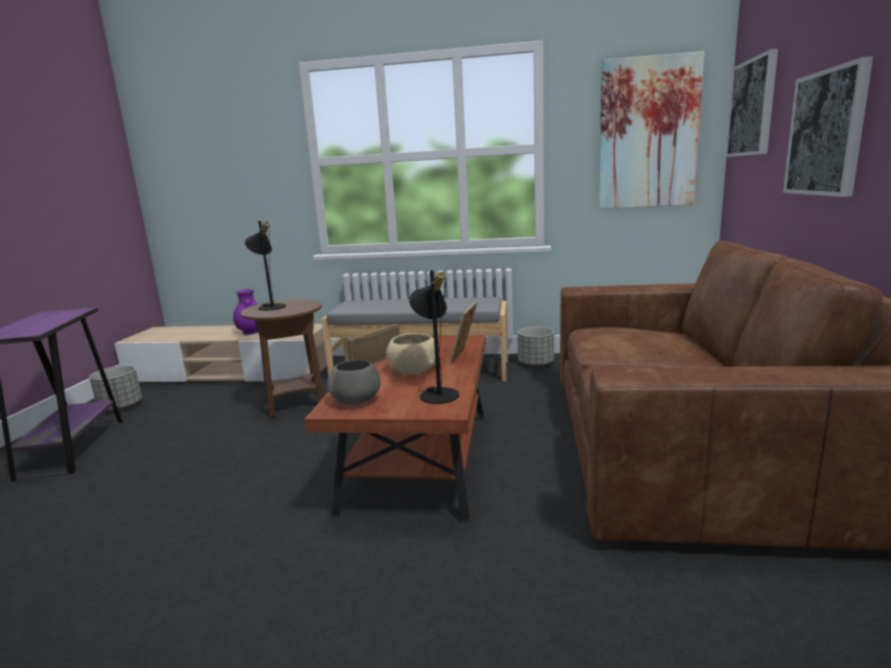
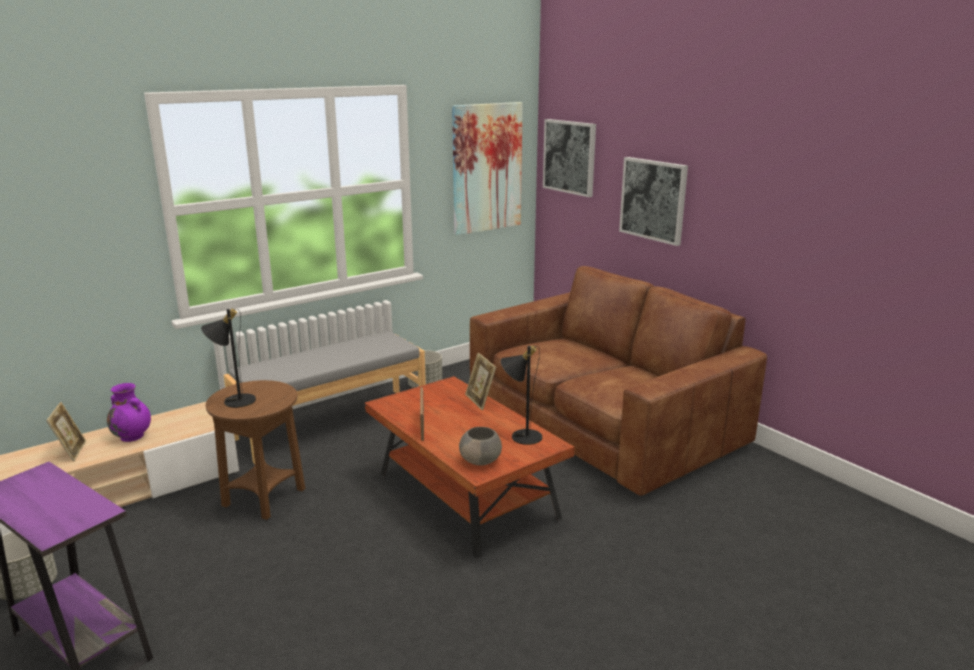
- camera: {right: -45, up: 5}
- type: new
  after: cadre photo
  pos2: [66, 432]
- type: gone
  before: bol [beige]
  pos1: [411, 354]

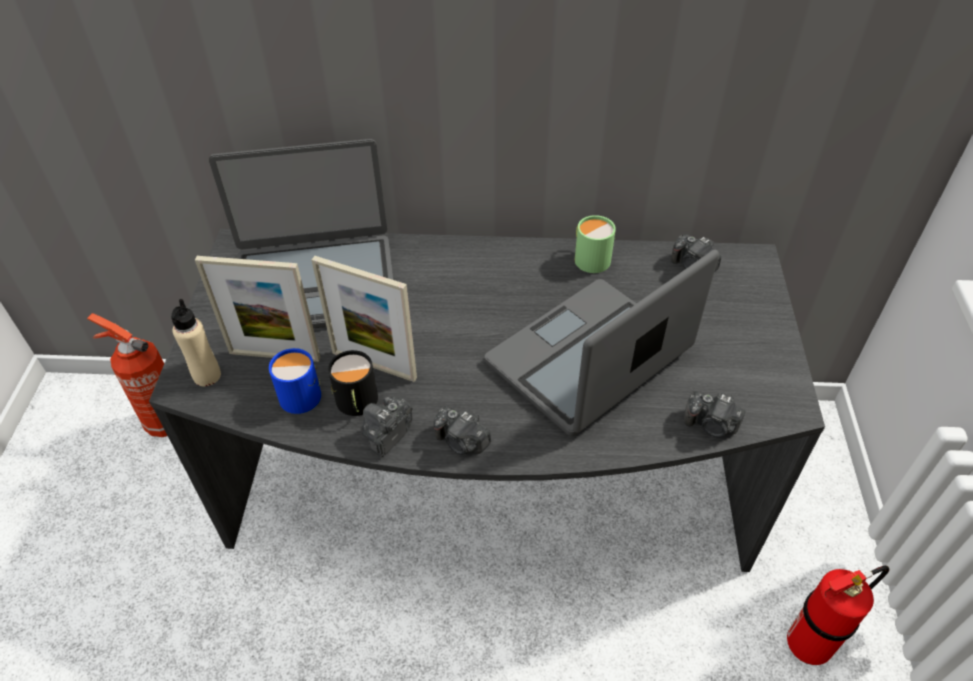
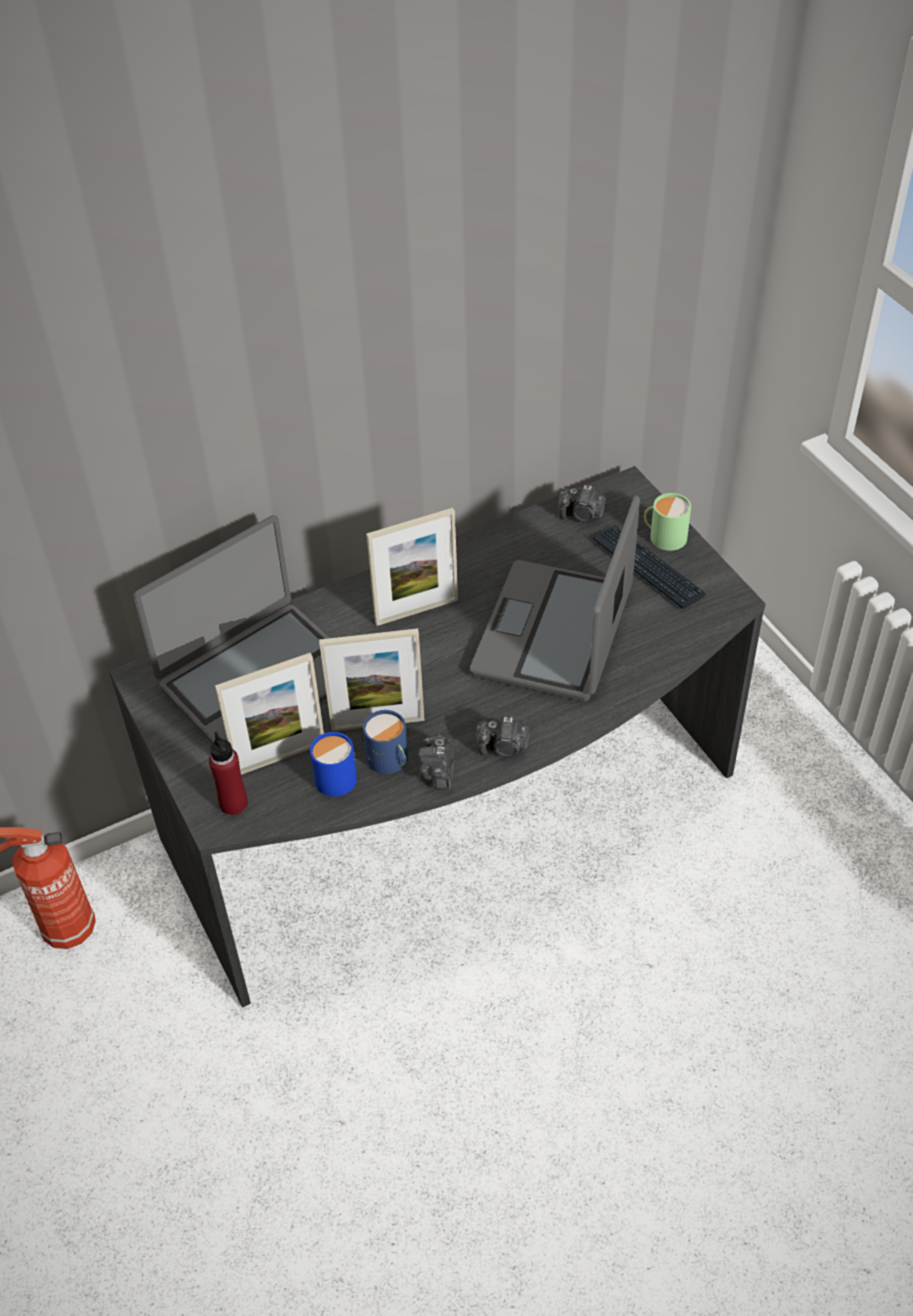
- camera: {right: -30, up: 0}
- type: repainted
  before: bouteille [beige]
  after: bouteille [rouge]
  pos1: [196, 342]
  pos2: [228, 773]
- type: repainted
  before: mug [noir]
  after: mug [bleu]
  pos1: [353, 383]
  pos2: [385, 742]
- type: new
  after: cadre photo
  pos2: [412, 567]
- type: new
  after: clavier
  pos2: [649, 567]
- type: shifted
  before: mug [vert]
  pos1: [595, 244]
  pos2: [667, 522]
- type: gone
  before: appareil photo
  pos1: [714, 414]
- type: gone
  before: extincteur
  pos1: [838, 615]

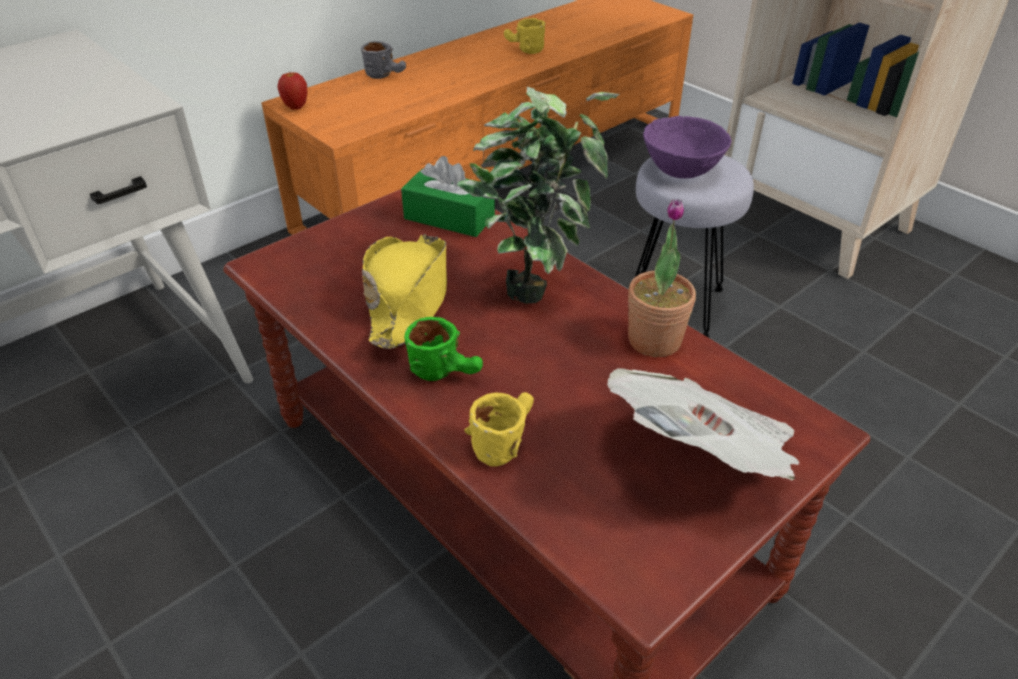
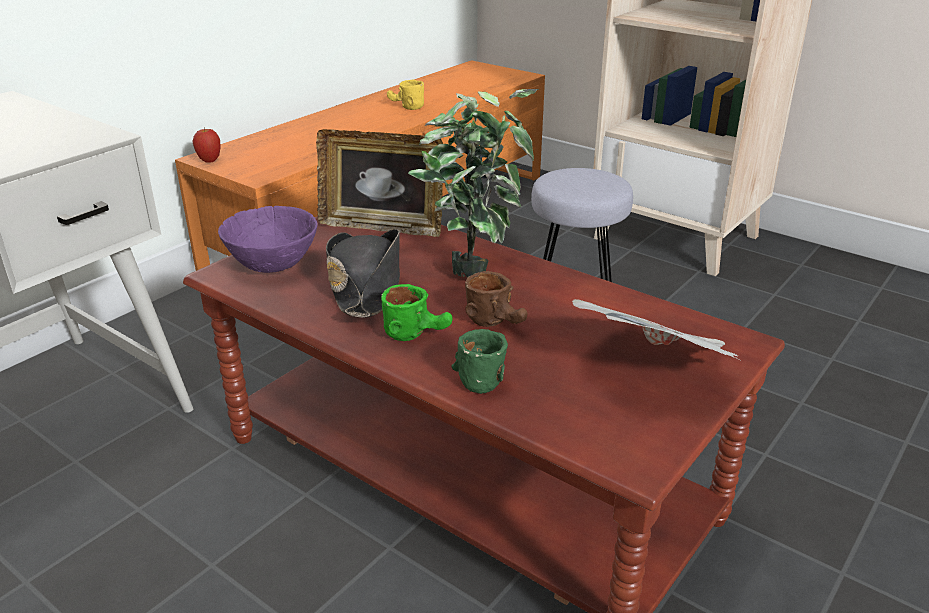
- camera: {right: -10, up: -10}
- type: shifted
  before: bol [violet]
  pos1: [687, 147]
  pos2: [267, 239]
- type: swapped
  before: boîte à mouchoirs [vert]
  after: cadre photo
  pos1: [448, 196]
  pos2: [379, 183]
- type: repainted
  before: chapeau [jaune]
  after: chapeau [noir]
  pos1: [404, 291]
  pos2: [363, 273]
- type: repainted
  before: mug [jaune]
  after: mug [vert]
  pos1: [499, 429]
  pos2: [479, 361]
- type: new
  after: mug [marron]
  pos2: [496, 299]
- type: gone
  before: mug [gris]
  pos1: [383, 60]
- type: gone
  before: plante en pot
  pos1: [662, 278]

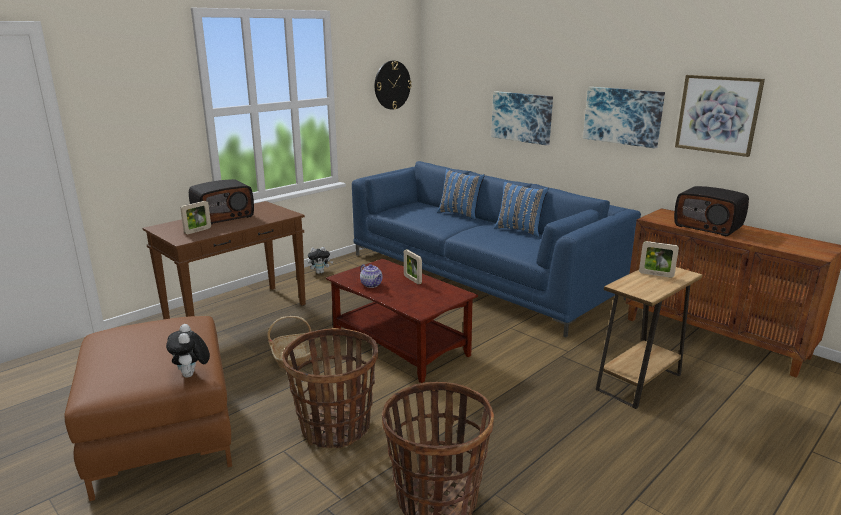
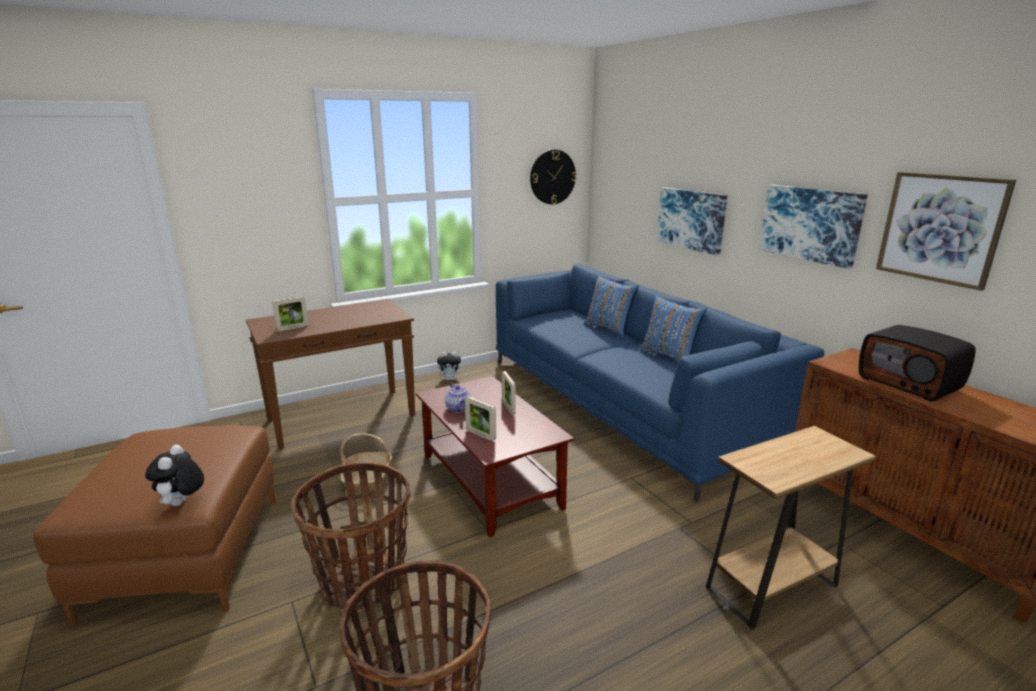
- camera: {right: 15, up: 0}
- type: shifted
  before: cadre photo
  pos1: [659, 259]
  pos2: [480, 418]
- type: gone
  before: radio
  pos1: [221, 202]

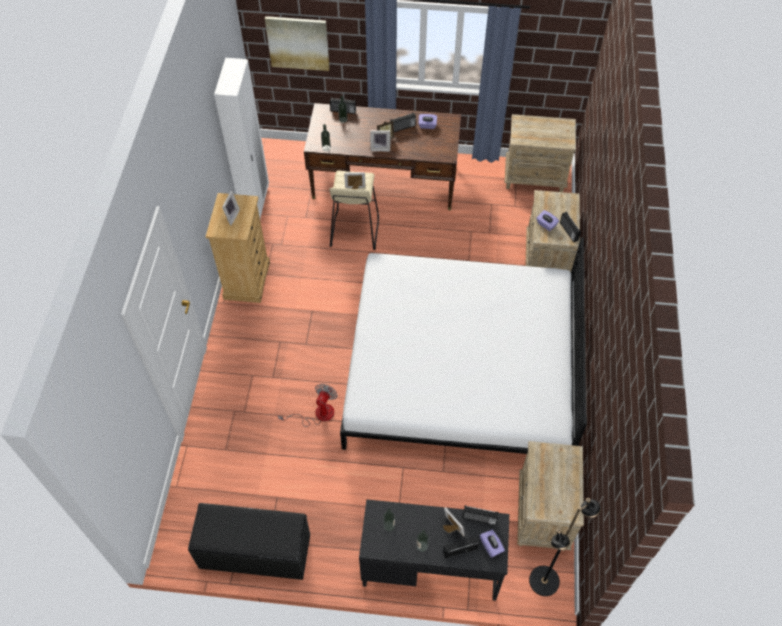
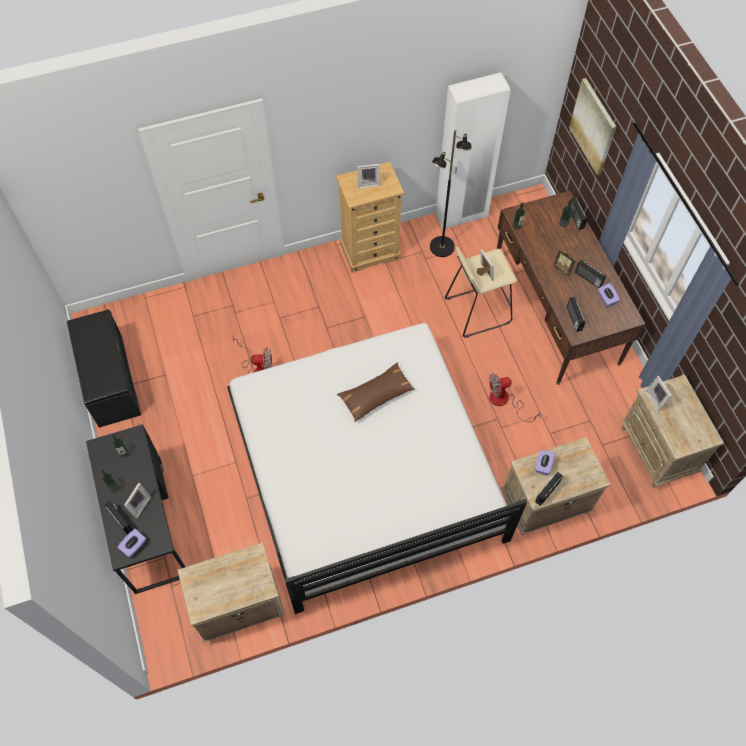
- camera: {right: 65, up: 5}
- type: new
  after: coussin [marron]
  pos2: [375, 392]
- type: shifted
  before: lampadaire [noir]
  pos1: [565, 547]
  pos2: [451, 193]
- type: new
  after: ventilateur
  pos2: [515, 397]
- type: shifted
  before: radio
  pos1: [480, 515]
  pos2: [576, 314]
- type: shifted
  before: cadre photo
  pos1: [380, 140]
  pos2: [659, 393]

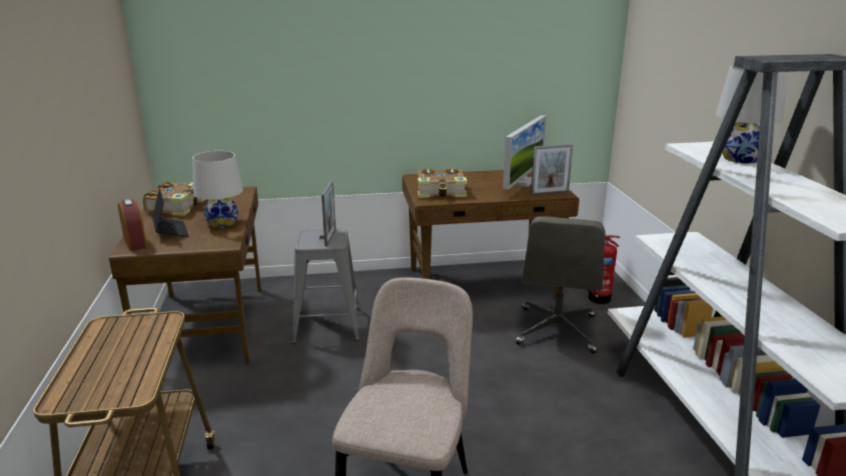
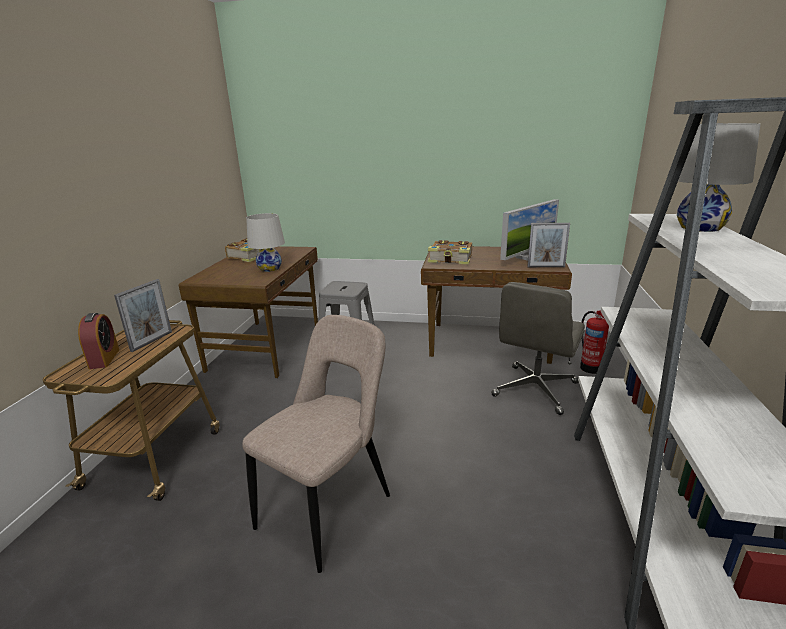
- camera: {right: 20, up: 0}
- type: shifted
  before: réveil
  pos1: [132, 224]
  pos2: [98, 341]
- type: shifted
  before: cadre photo
  pos1: [328, 213]
  pos2: [143, 315]
- type: gone
  before: ordinateur portable
  pos1: [170, 212]

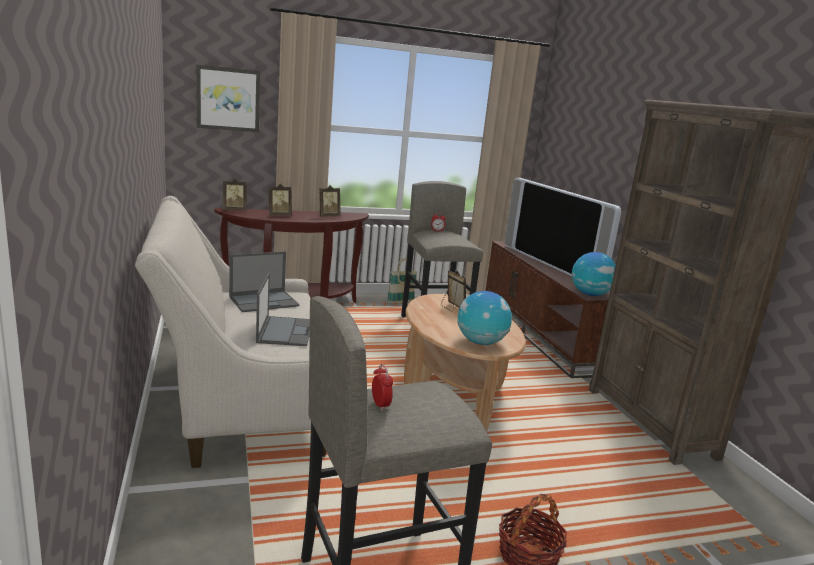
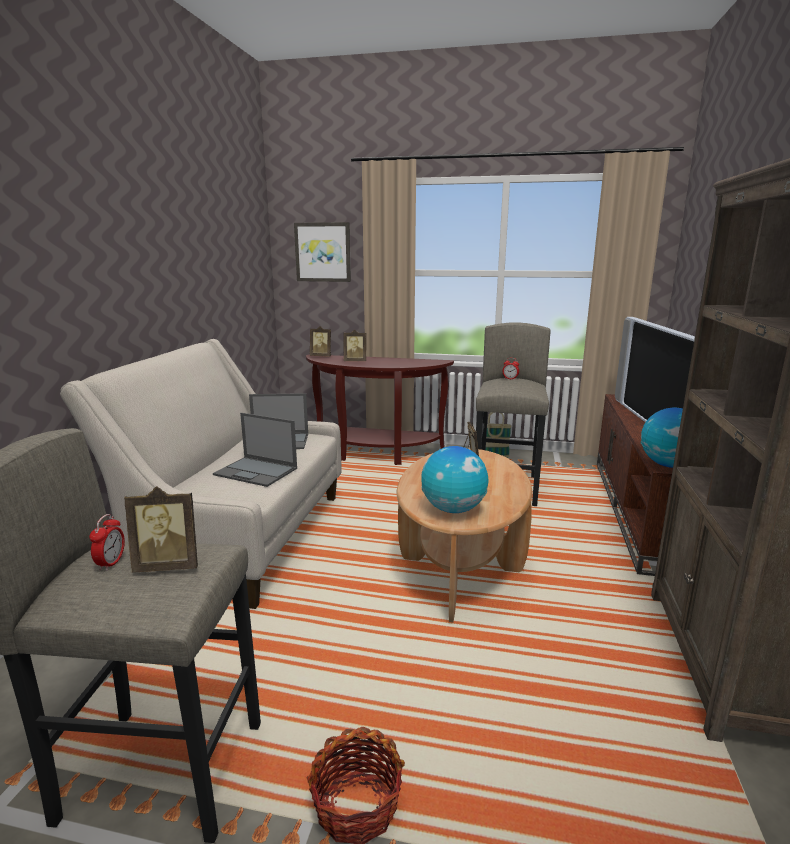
- camera: {right: 30, up: 0}
- type: shifted
  before: cadre photo
  pos1: [329, 201]
  pos2: [161, 529]
- type: rotated
  before: ordinateur portable
  pos1: [283, 309]
  pos2: [255, 450]
  turn: 90

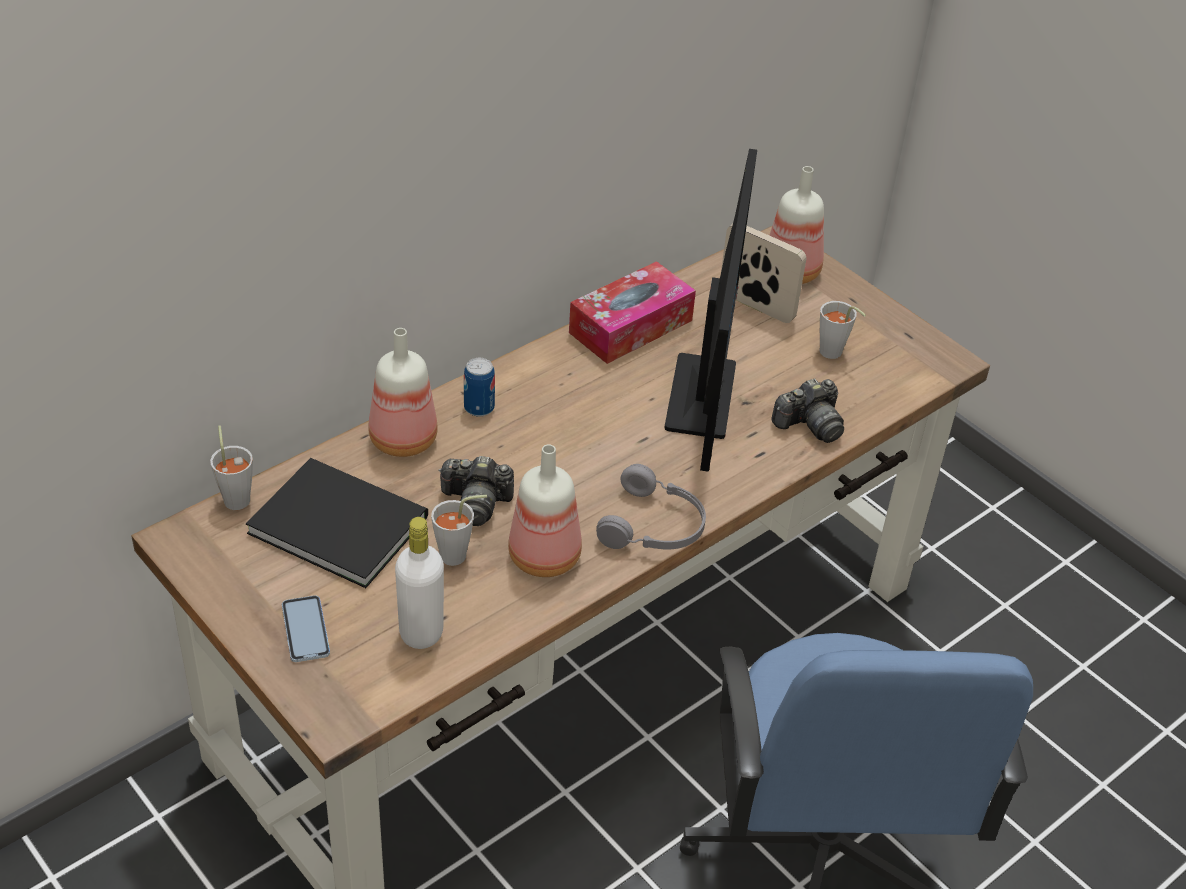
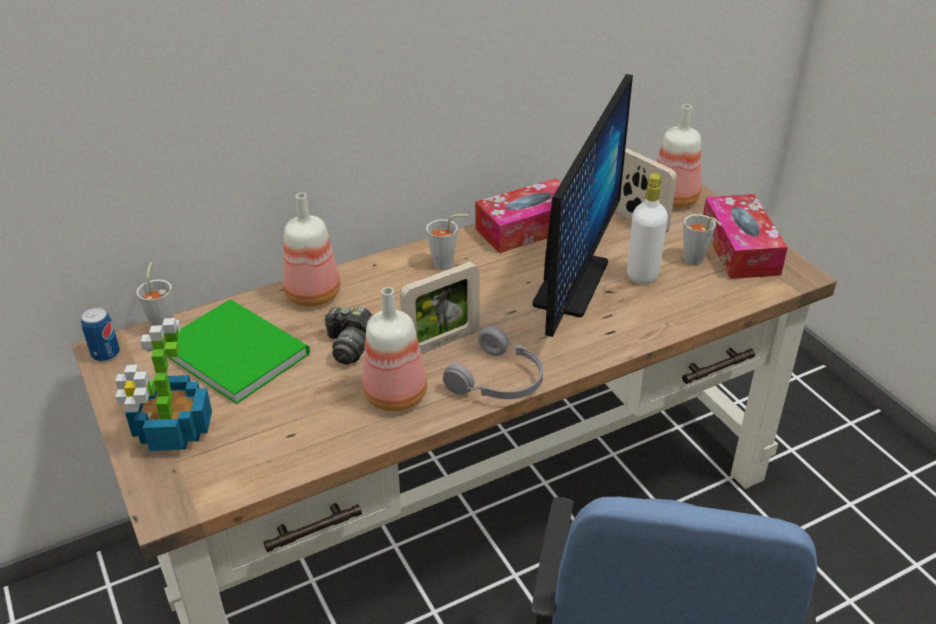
- camera: {right: 15, up: -5}
- type: shifted
  before: boîte métallique
  pos1: [479, 387]
  pos2: [100, 335]
- type: swapped
  before: téléphone
  after: plante en pot
  pos1: [306, 628]
  pos2: [163, 384]
- type: repainted
  before: livre [noir]
  after: livre [vert]
  pos1: [337, 523]
  pos2: [239, 351]
- type: new
  after: cadre photo
  pos2: [440, 308]
- type: shifted
  before: tasse [gris]
  pos1: [459, 530]
  pos2: [447, 242]
- type: shifted
  before: bouteille [blanc]
  pos1: [419, 583]
  pos2: [647, 228]
- type: new
  after: boîte à mouchoirs
  pos2: [745, 236]
- type: gone
  before: appareil photo
  pos1: [807, 410]

